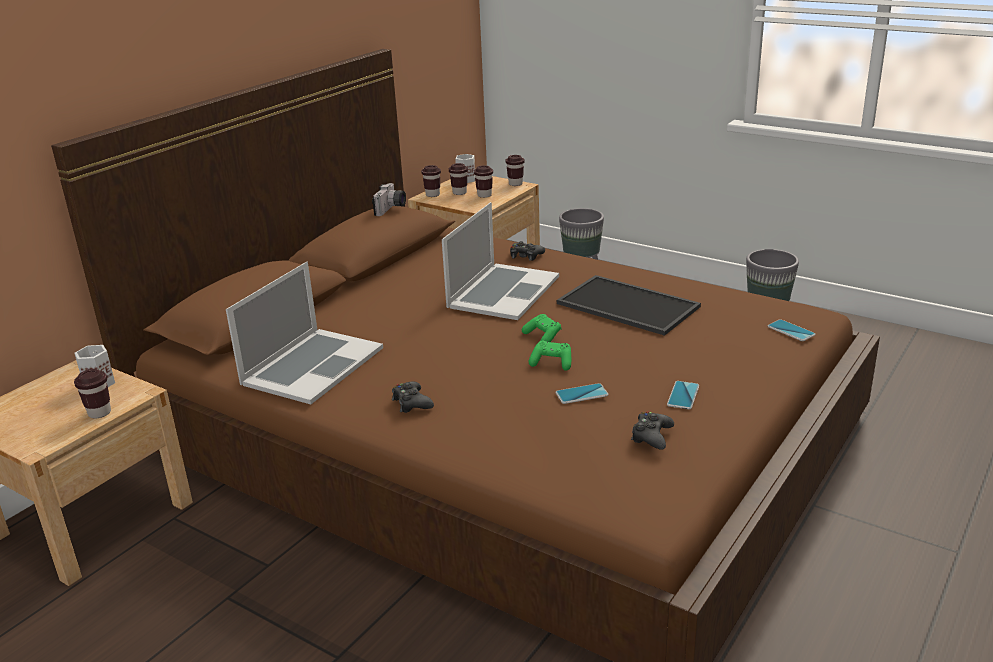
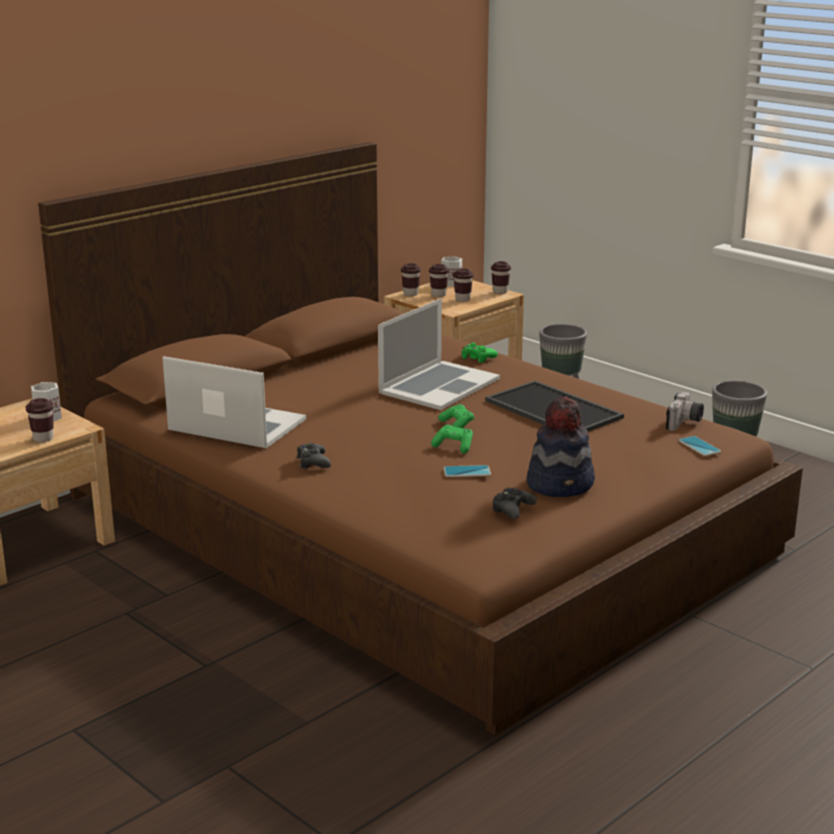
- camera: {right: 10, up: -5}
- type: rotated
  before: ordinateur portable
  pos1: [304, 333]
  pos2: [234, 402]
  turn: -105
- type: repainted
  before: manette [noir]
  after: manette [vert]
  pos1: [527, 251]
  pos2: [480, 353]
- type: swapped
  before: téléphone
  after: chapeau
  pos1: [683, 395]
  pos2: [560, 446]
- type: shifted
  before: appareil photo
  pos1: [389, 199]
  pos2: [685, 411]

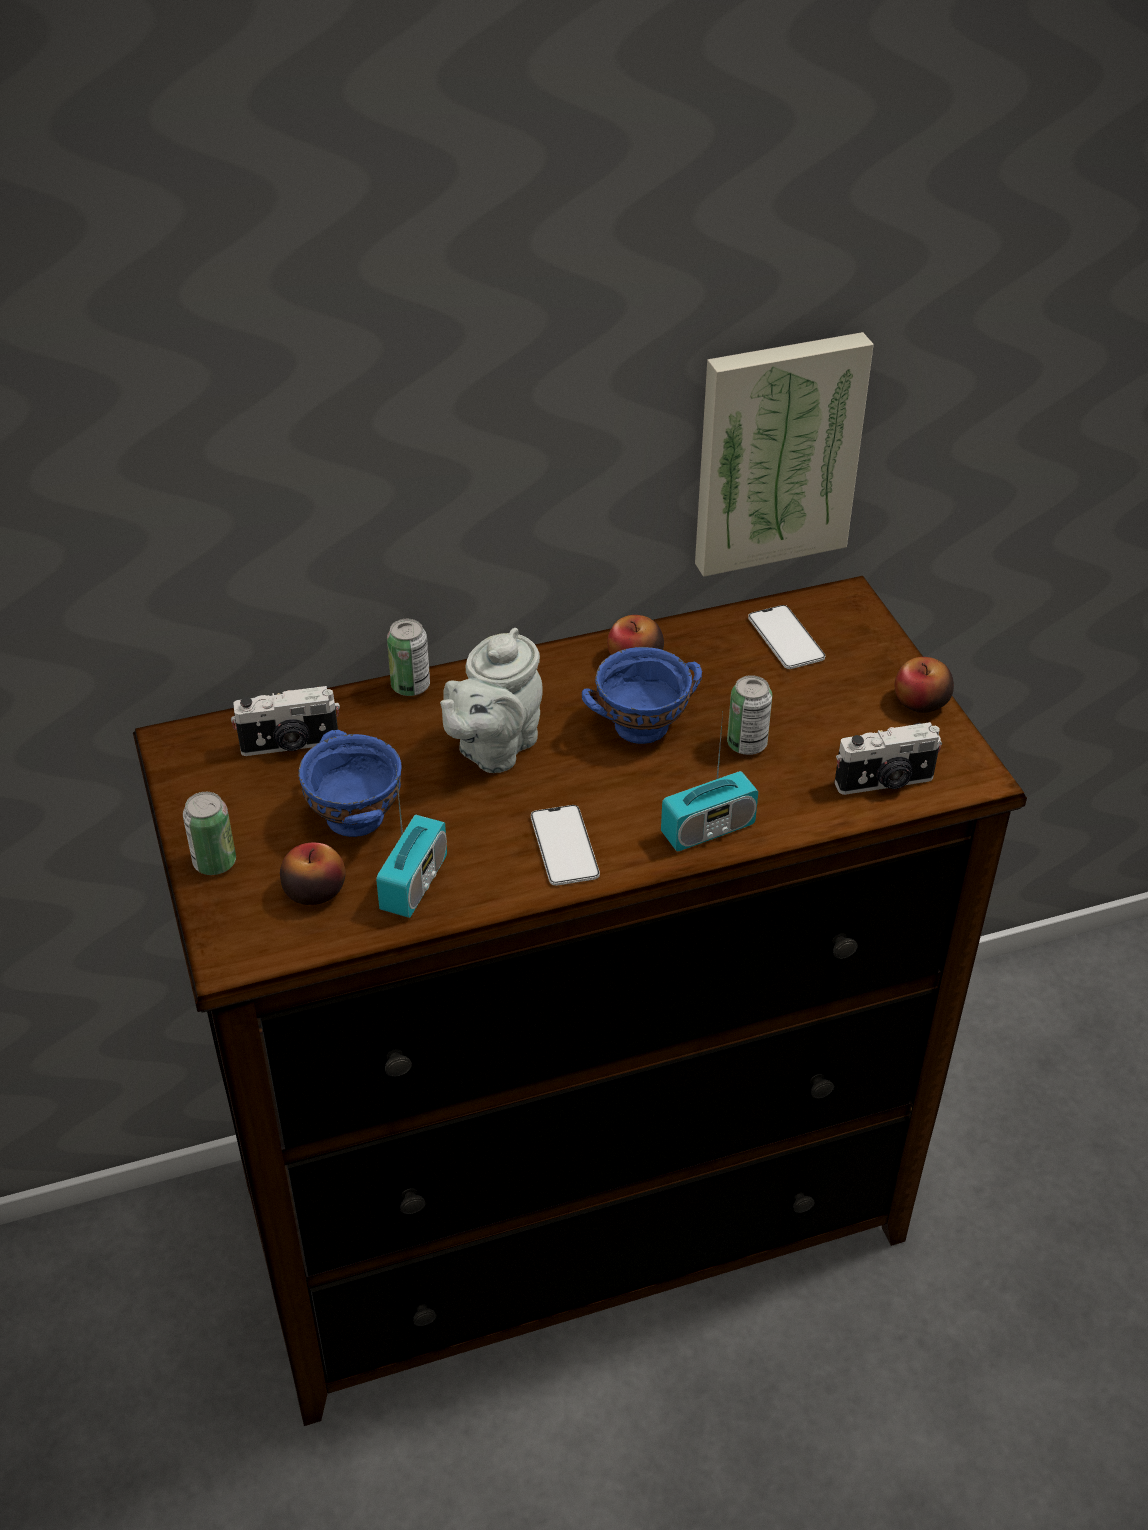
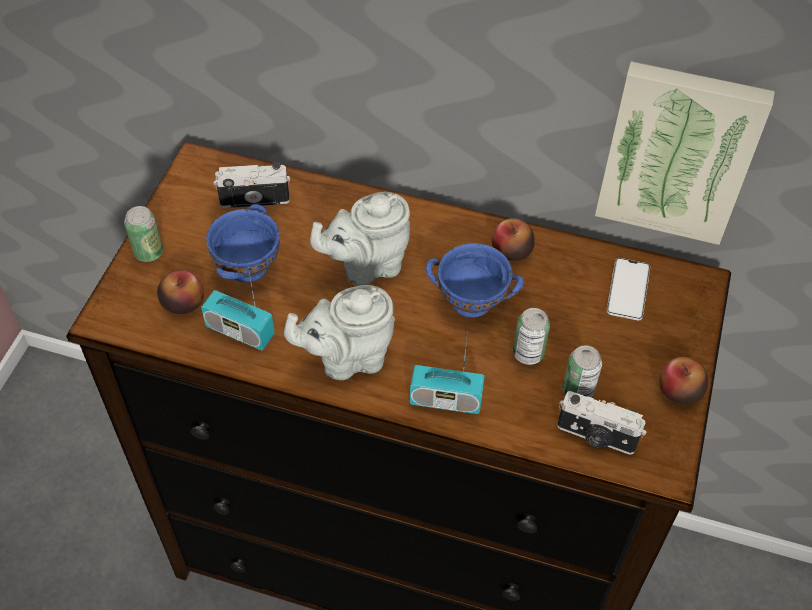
- camera: {right: 35, up: 10}
- type: rotated
  before: radio
  pos1: [411, 843]
  pos2: [238, 308]
  turn: 60
- type: rotated
  before: appareil photo
  pos1: [285, 721]
  pos2: [251, 185]
  turn: 150
- type: swapped
  before: téléphone
  after: théière [gris]
  pos1: [565, 845]
  pos2: [339, 332]
- type: shifted
  before: boîte métallique
  pos1: [408, 657]
  pos2: [582, 372]

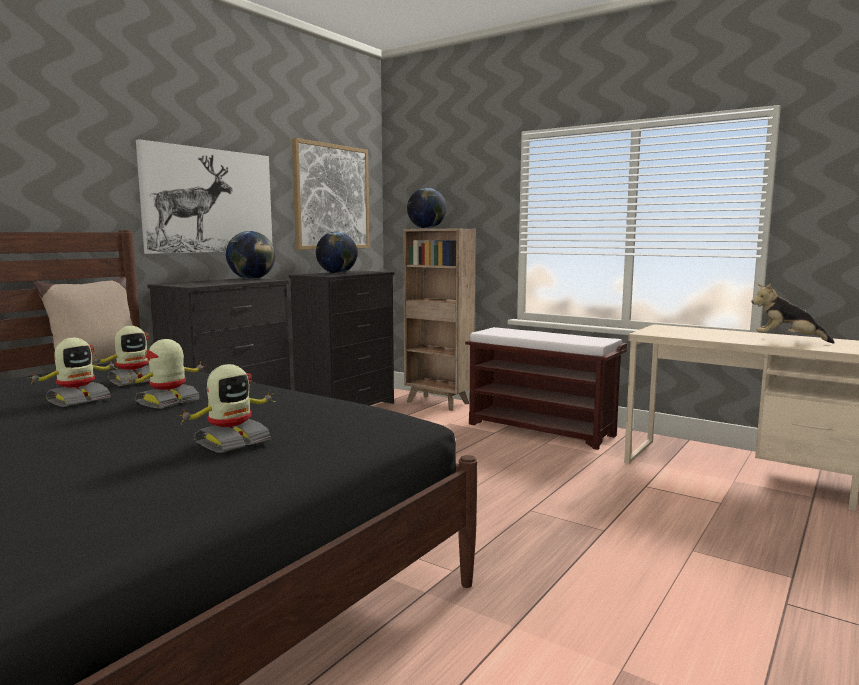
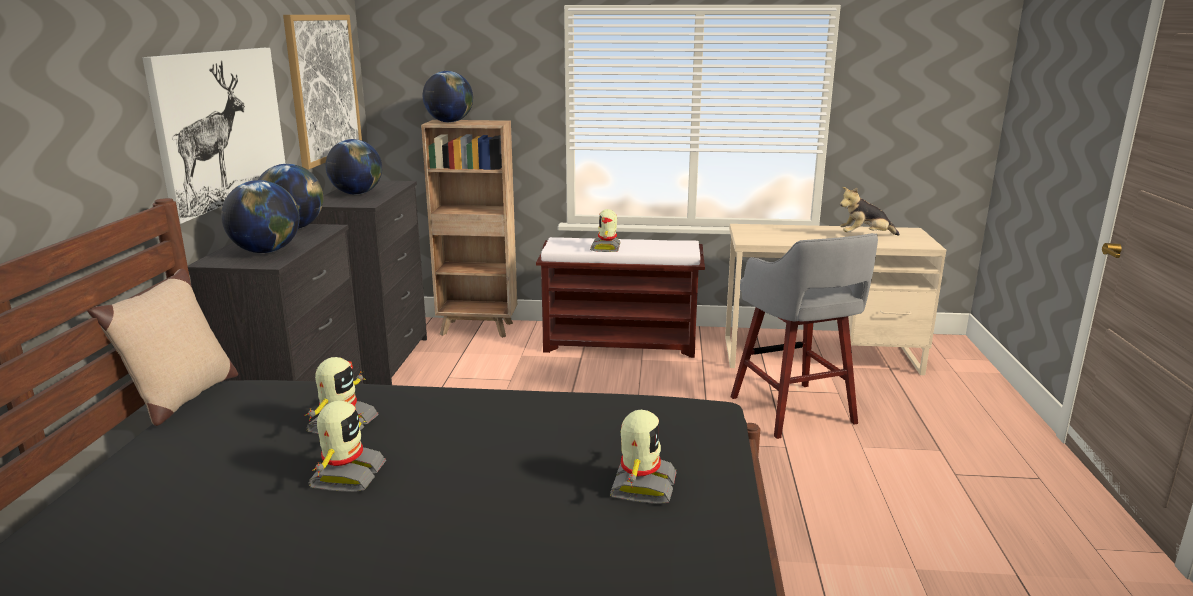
- camera: {right: -30, up: 10}
- type: new
  after: globe
  pos2: [260, 216]
- type: shifted
  before: robot jouet
  pos1: [165, 374]
  pos2: [605, 230]
- type: new
  after: tabouret [gris]
  pos2: [804, 336]

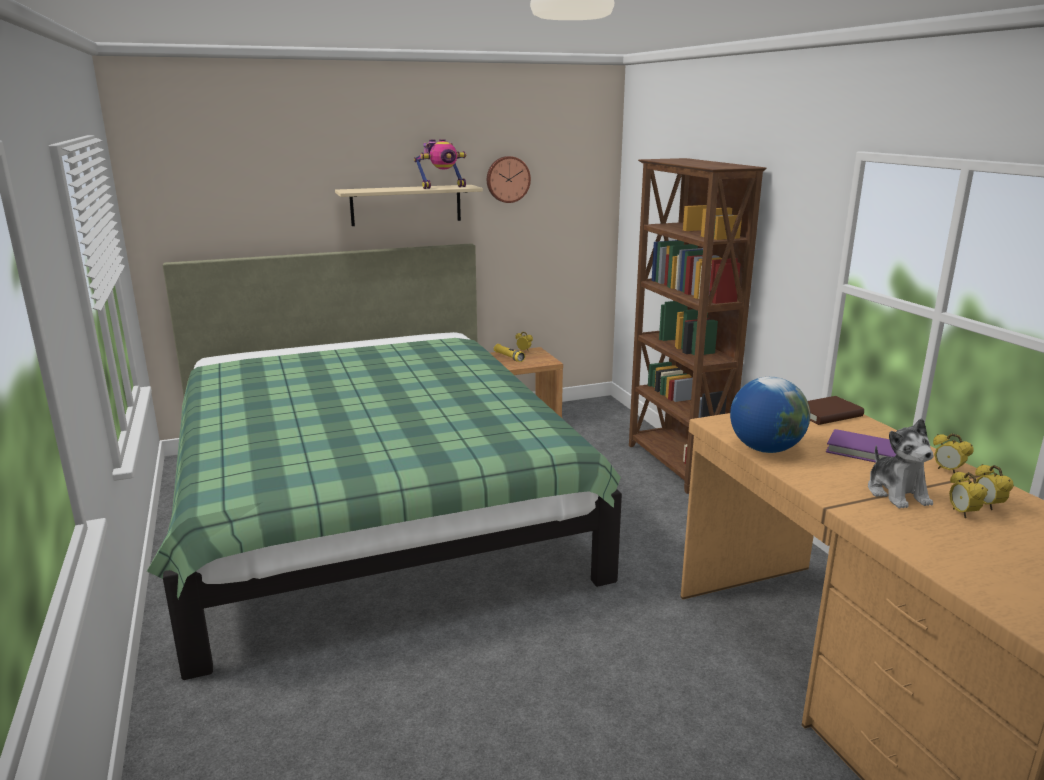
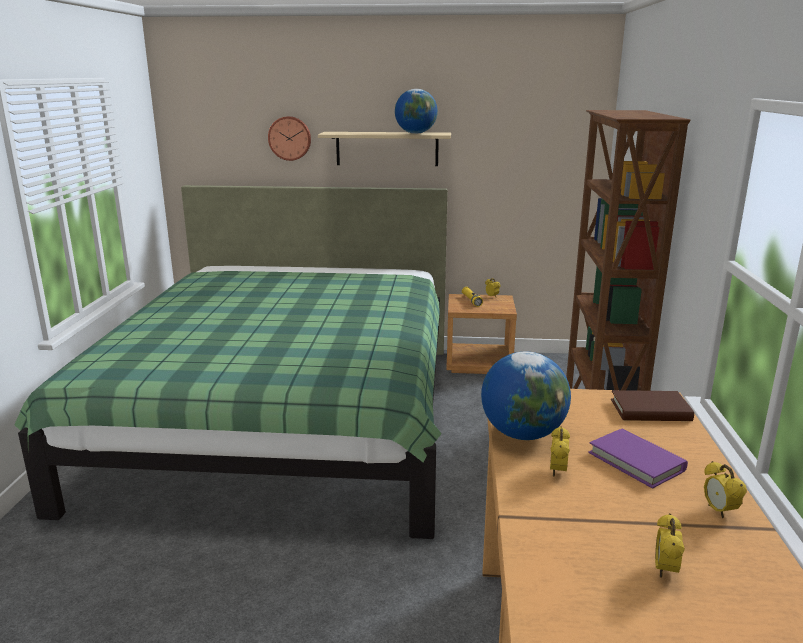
- camera: {right: 25, up: 0}
- type: shifted
  before: horloge murale
  pos1: [509, 179]
  pos2: [289, 138]
- type: swapped
  before: robot jouet
  after: globe
  pos1: [440, 164]
  pos2: [416, 111]
- type: shifted
  before: réveil
  pos1: [994, 487]
  pos2: [560, 452]
- type: gone
  before: peluche
  pos1: [901, 463]

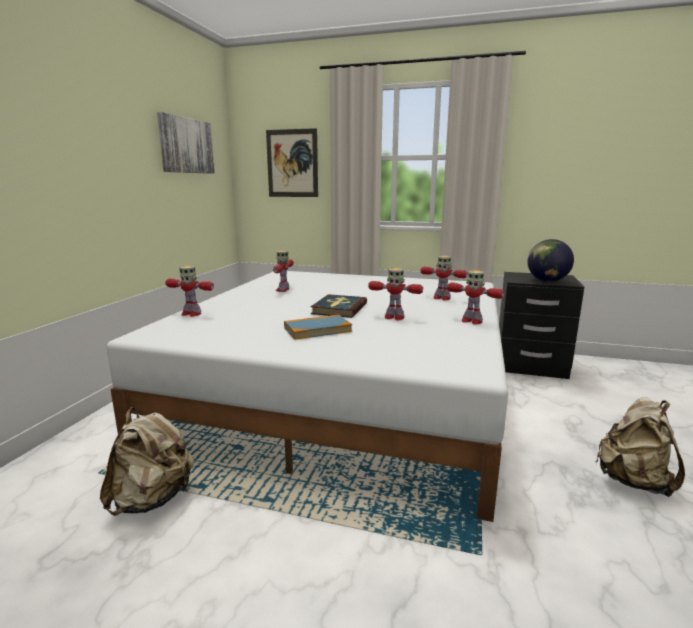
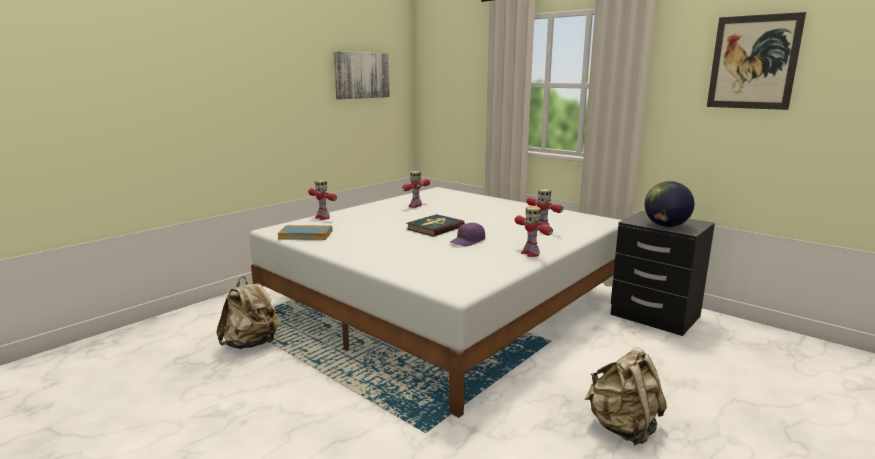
- camera: {right: 25, up: 0}
- type: shifted
  before: livre
  pos1: [318, 327]
  pos2: [305, 232]
- type: swapped
  before: robot jouet
  after: casquette [violet]
  pos1: [395, 294]
  pos2: [467, 234]
- type: shifted
  before: tableau
  pos1: [292, 162]
  pos2: [756, 61]

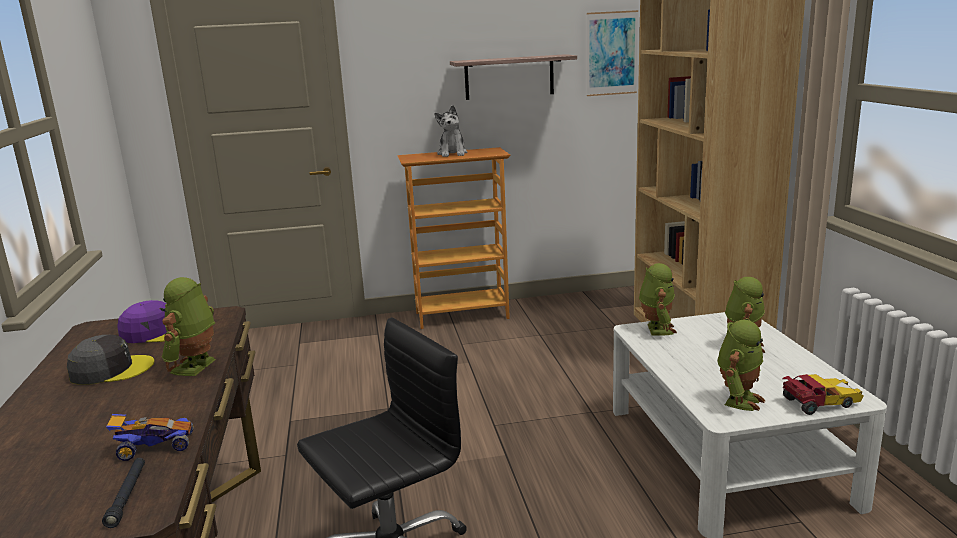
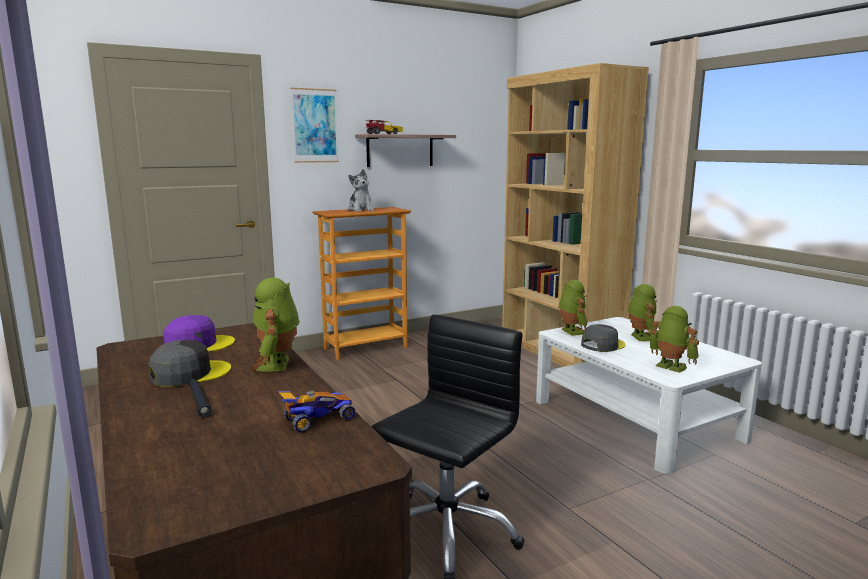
- camera: {right: -20, up: -5}
- type: shifted
  before: lampe de poche [noir]
  pos1: [123, 493]
  pos2: [200, 398]
- type: shifted
  before: tableau
  pos1: [612, 53]
  pos2: [314, 125]
- type: shifted
  before: petite voiture
  pos1: [823, 394]
  pos2: [384, 127]
- type: new
  after: casquette [gris]
  pos2: [603, 338]
- type: rotated
  before: robot jouet
  pos1: [741, 365]
  pos2: [673, 339]
  turn: -60

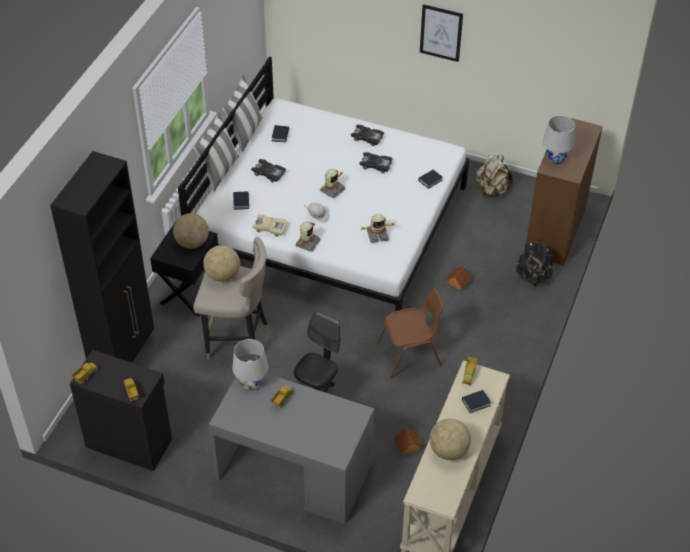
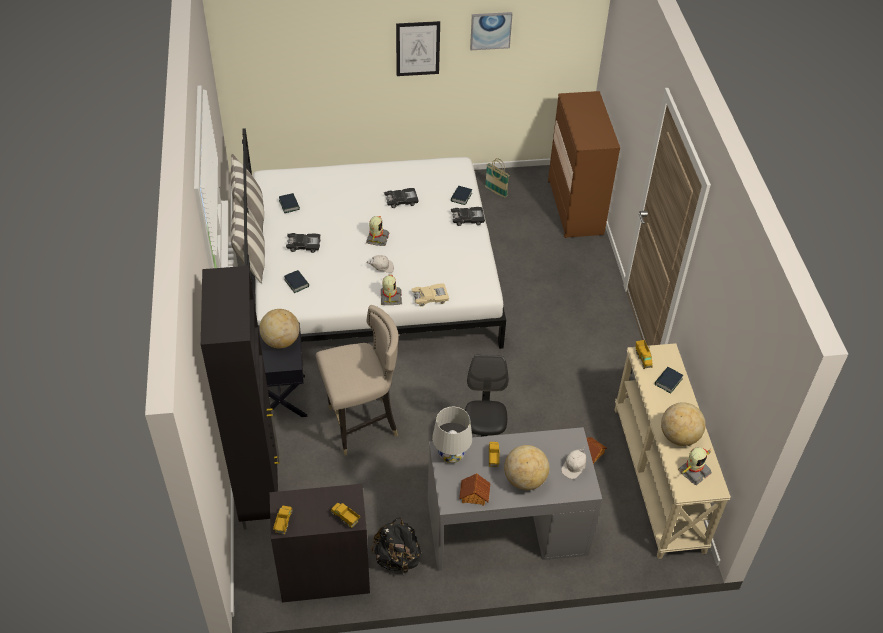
- camera: {right: -30, up: 0}
- type: shifted
  before: sac à dos [noir]
  pos1: [534, 262]
  pos2: [396, 546]
- type: shifted
  before: petite voiture [beige]
  pos1: [270, 225]
  pos2: [430, 295]
- type: shifted
  before: petite voiture [noir]
  pos1: [367, 135]
  pos2: [468, 216]
- type: shifted
  before: maison miniature
  pos1: [458, 278]
  pos2: [475, 489]
- type: new
  after: tableau
  pos2: [491, 31]
- type: swapped
  before: sac à dos [beige]
  after: panier
  pos1: [494, 175]
  pos2: [497, 178]
- type: shifted
  before: globe
  pos1: [221, 263]
  pos2: [526, 467]
- type: new
  after: casquette [blanc]
  pos2: [573, 462]
- type: shifted
  before: robot jouet
  pos1: [377, 228]
  pos2: [695, 466]
- type: gone
  before: chaise [marron]
  pos1: [410, 333]
- type: gone
  before: lampe de table [blanc]
  pos1: [559, 140]

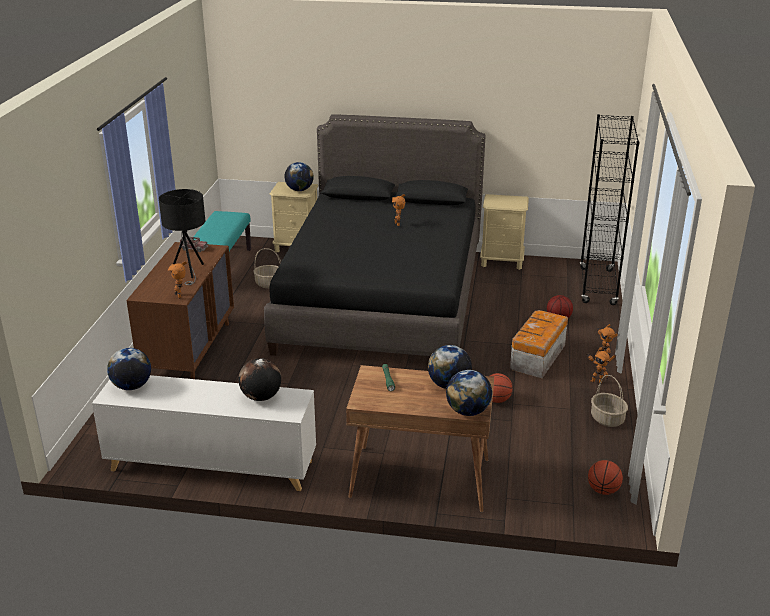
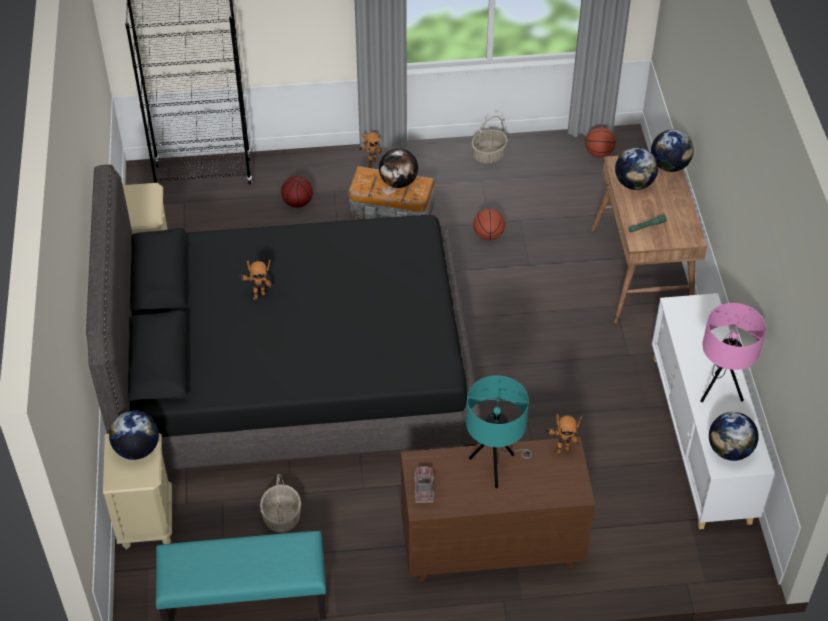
- camera: {right: -105, up: 20}
- type: shifted
  before: globe
  pos1: [259, 379]
  pos2: [398, 168]
- type: repainted
  before: lampe de table [noir]
  after: lampe de table [turquoise]
  pos1: [182, 237]
  pos2: [499, 431]
- type: new
  after: lampe de table [rose]
  pos2: [733, 352]
- type: gone
  before: robot jouet
  pos1: [600, 365]

